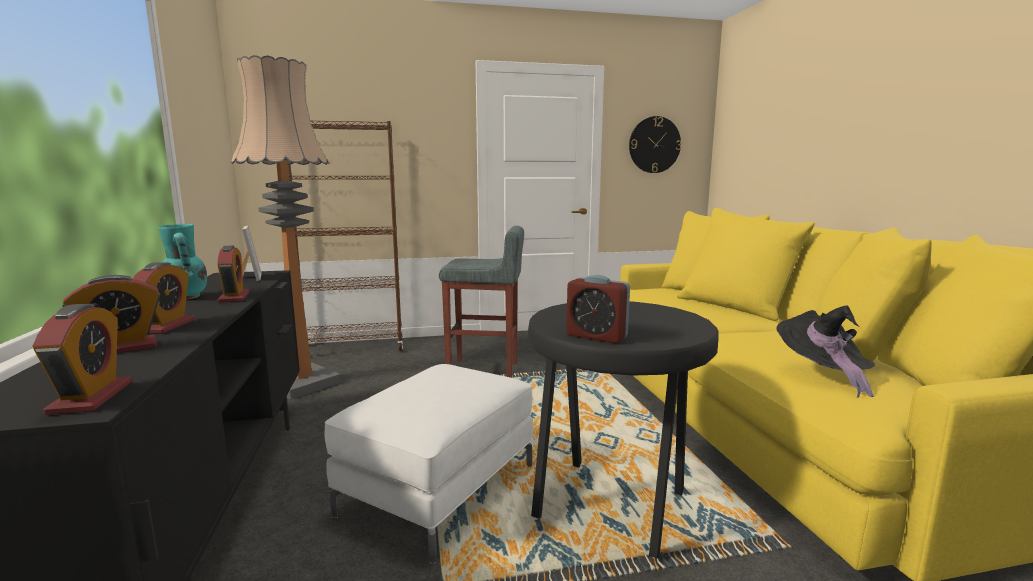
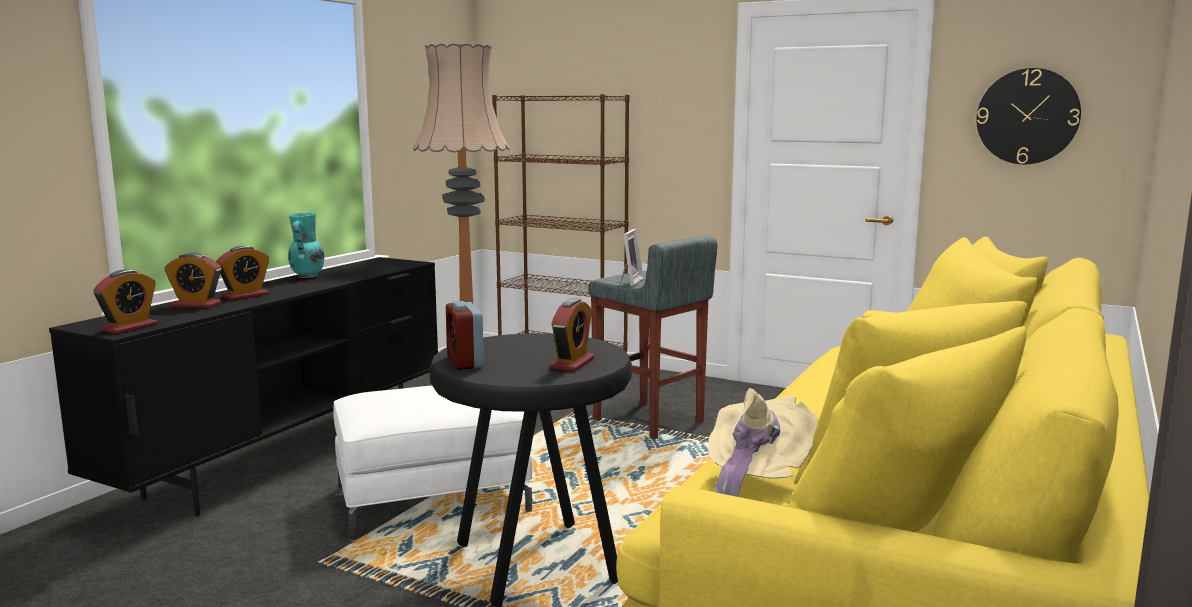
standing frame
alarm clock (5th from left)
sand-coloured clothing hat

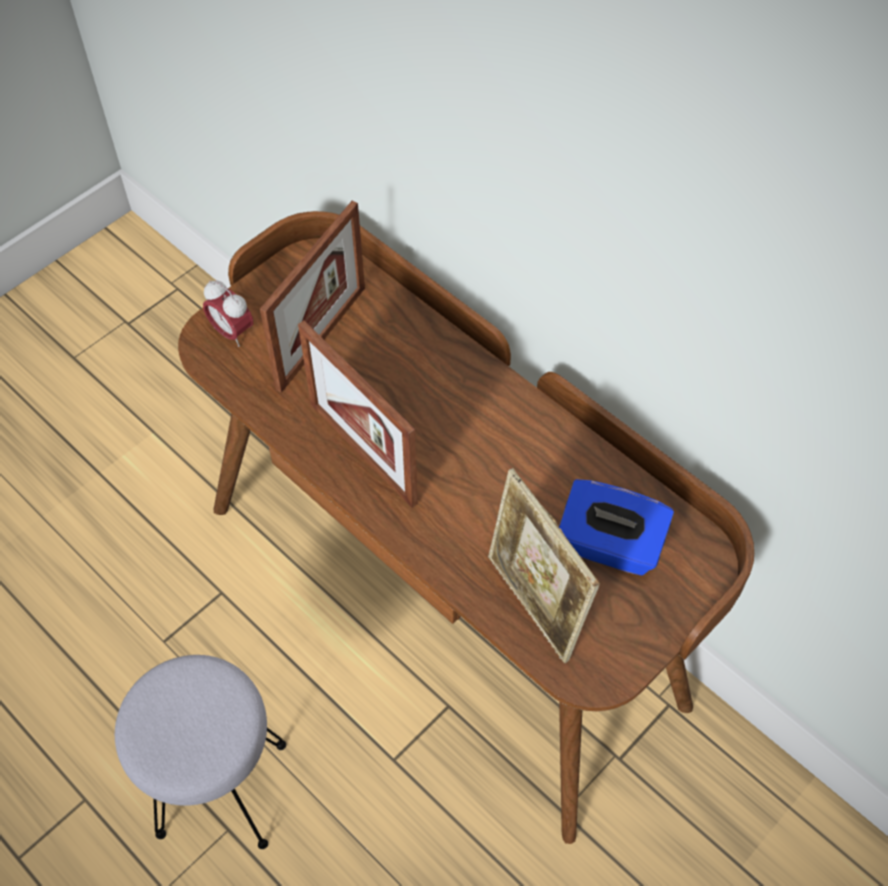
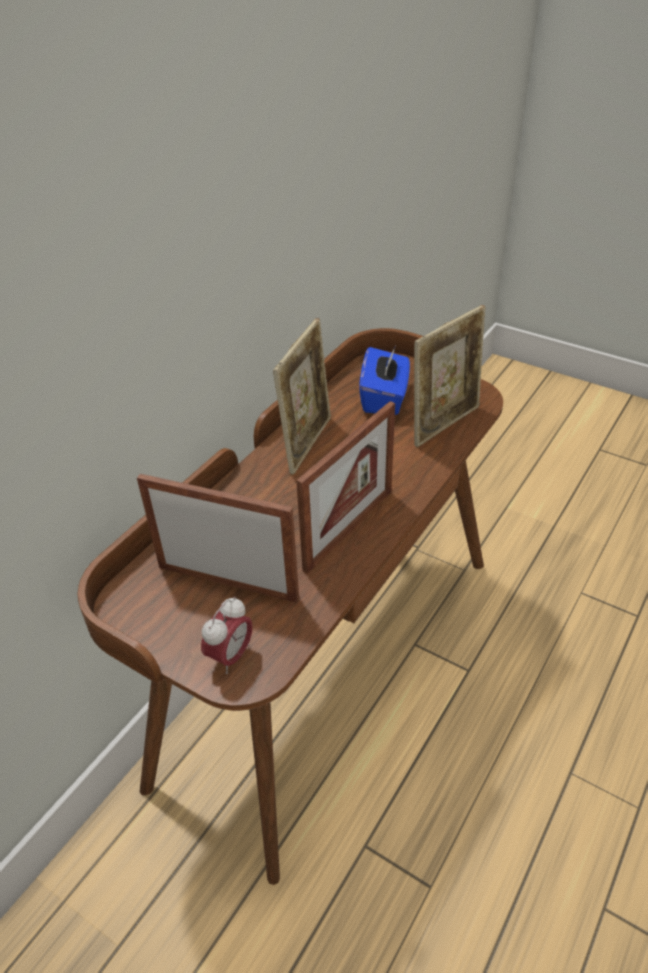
gray stool seat
standing frame (2nd from left)

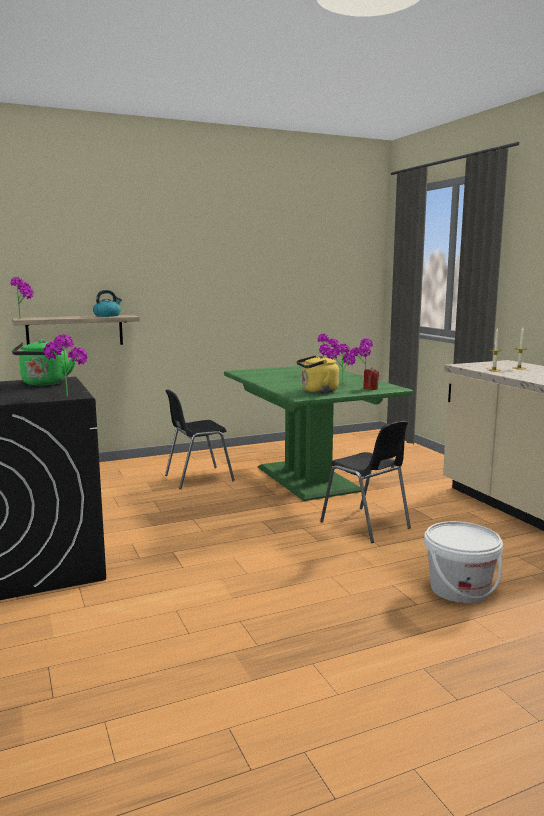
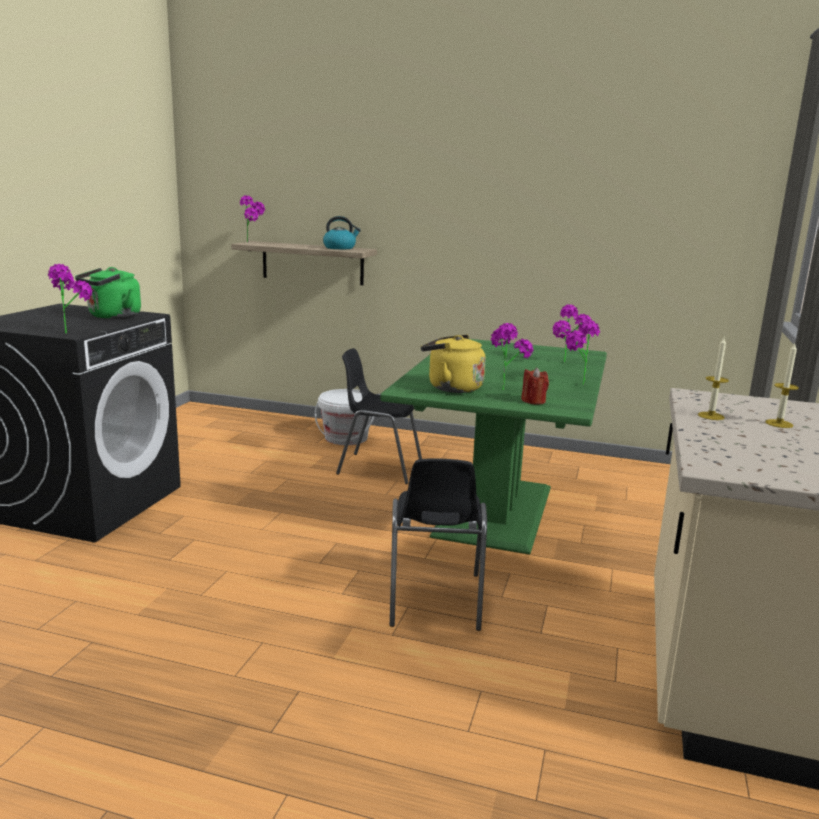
whitish bucket

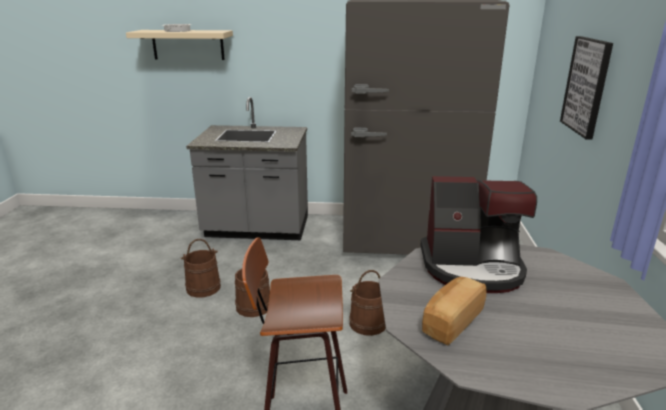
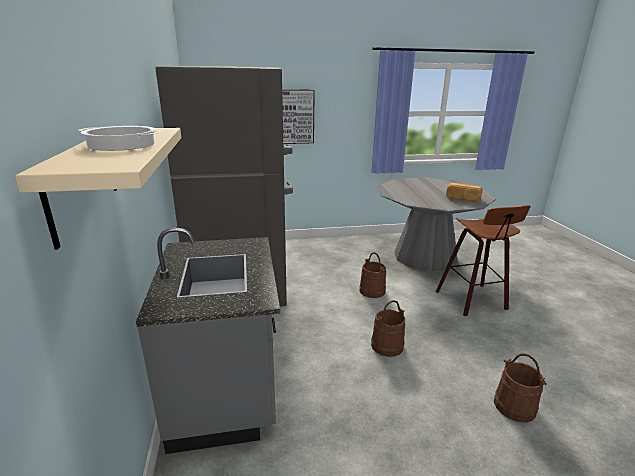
coffee machine
brown bucket (3rd from left)

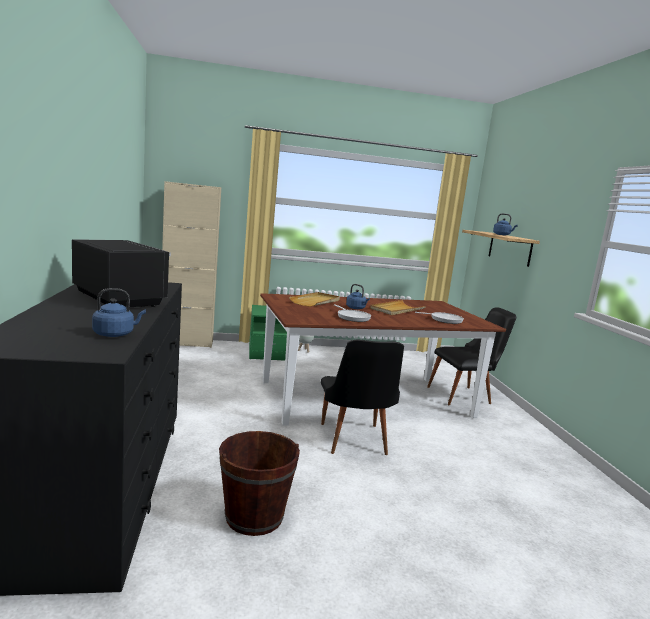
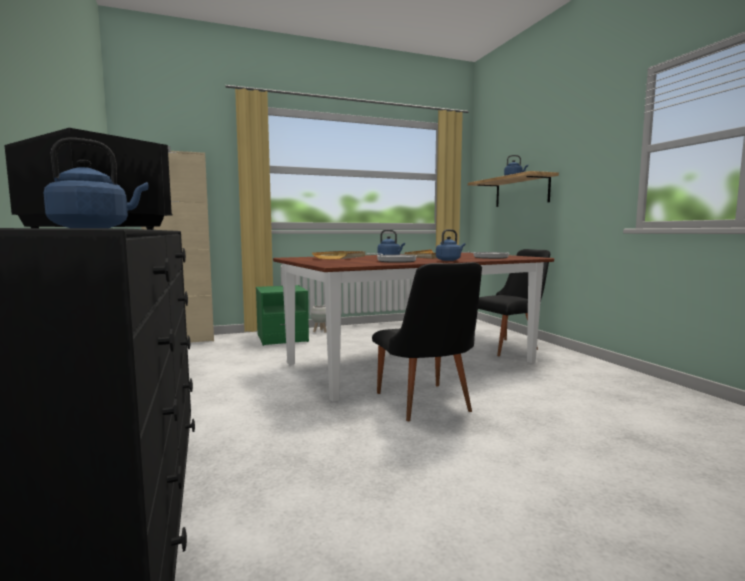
brown bucket
blue tea kettle (3rd from left)

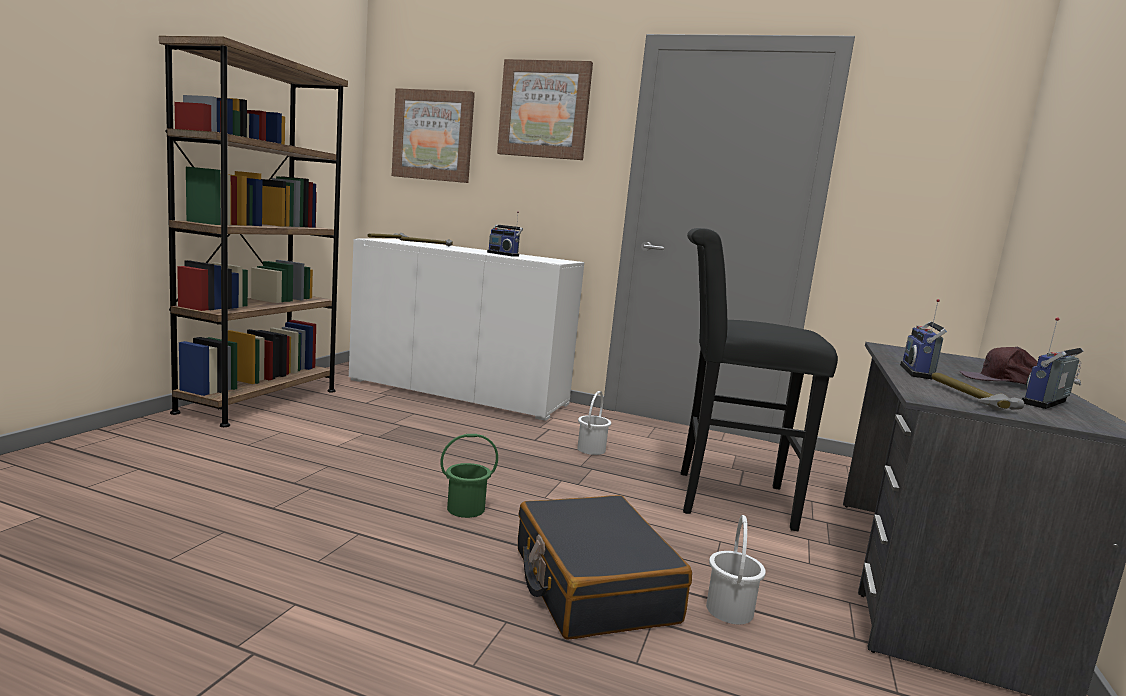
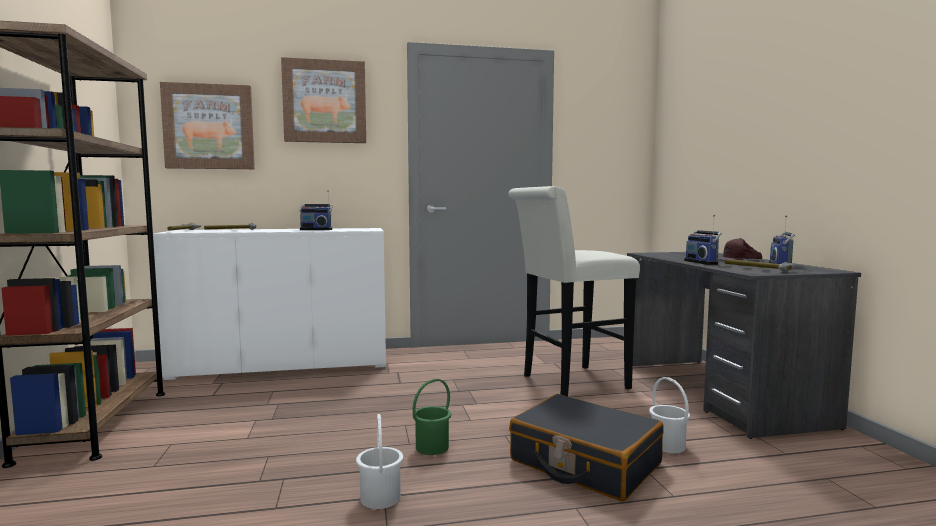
whitish stool seat
whitish bucket (1st from left)

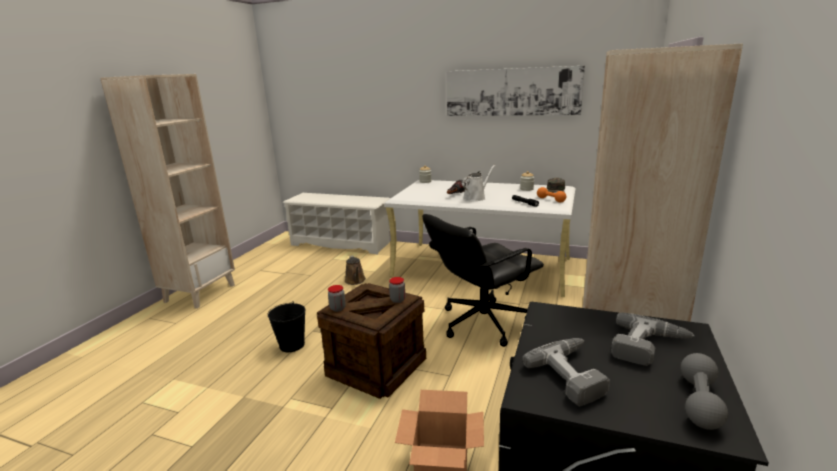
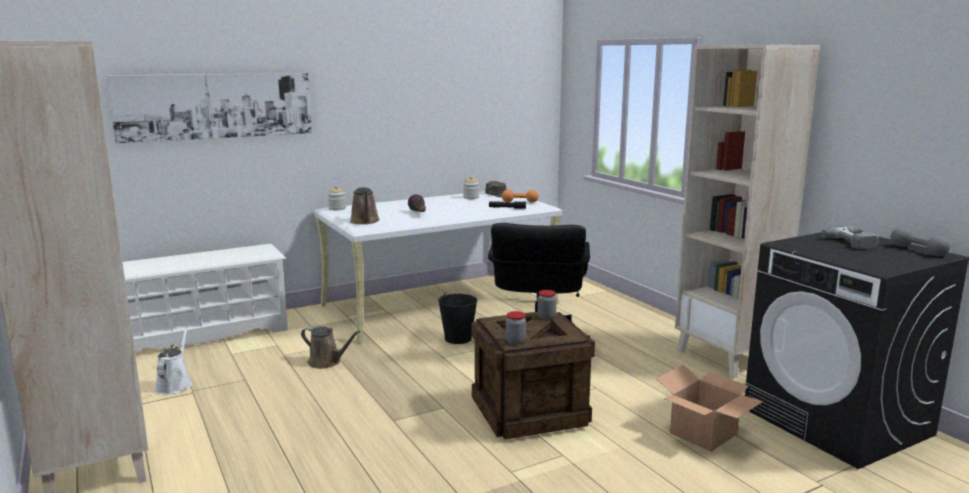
picture
whitish sprinkling can
black-coloured bucket
electric drill (1st from left in the first image)
brown sprinkling can (2nd from left)

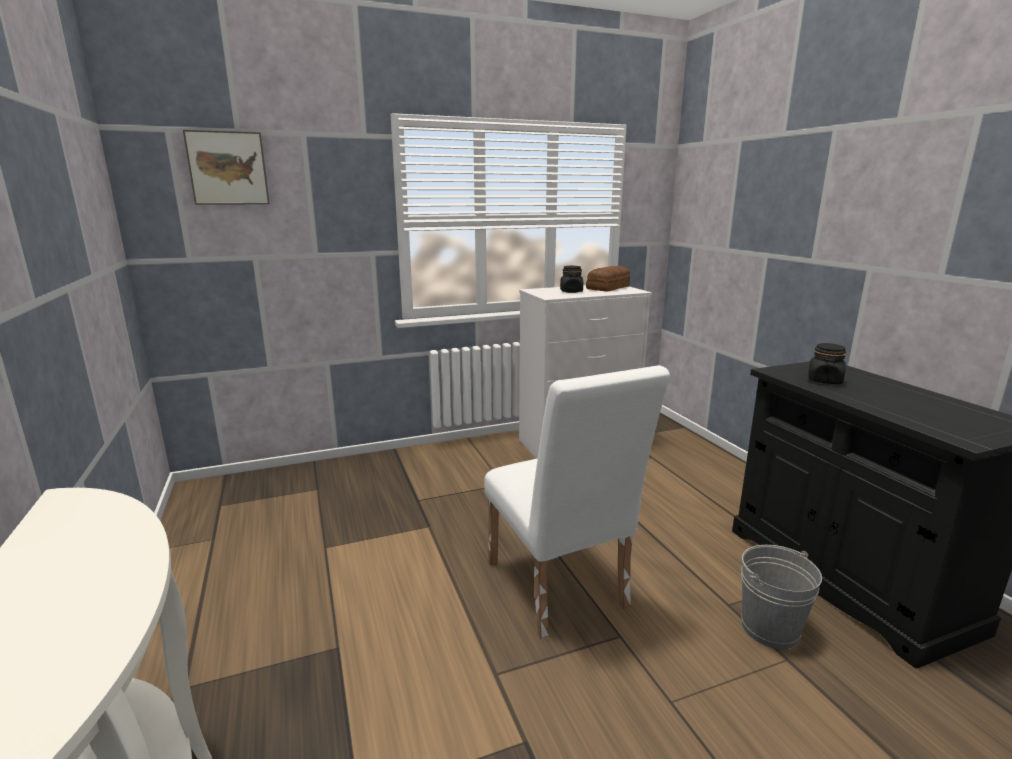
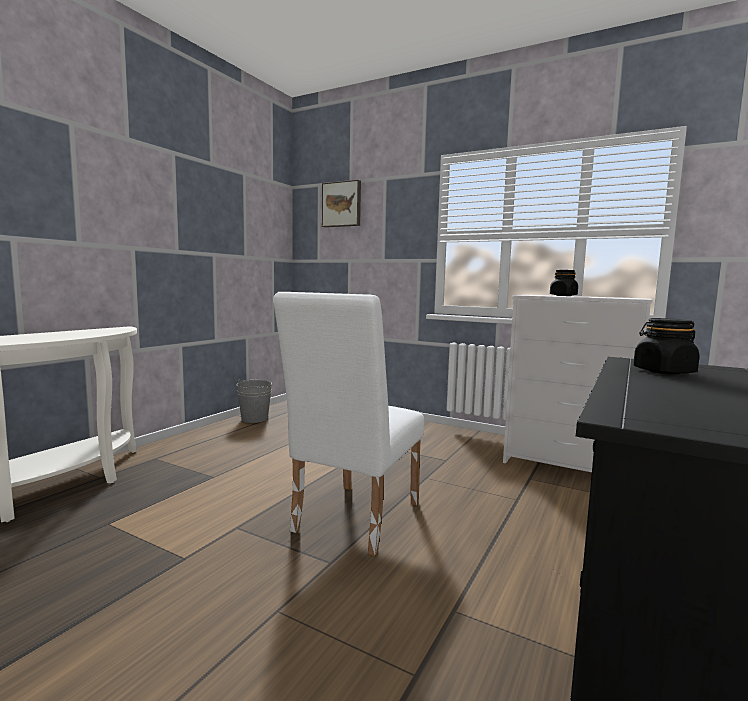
bakery bread
gray bucket

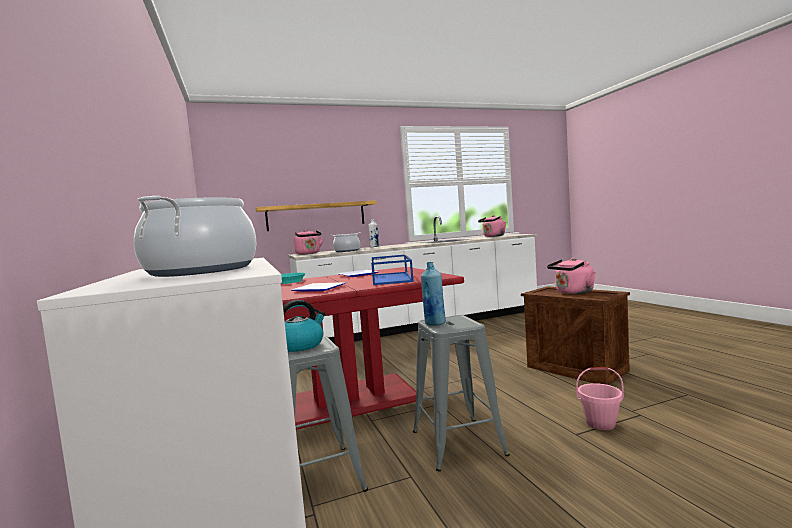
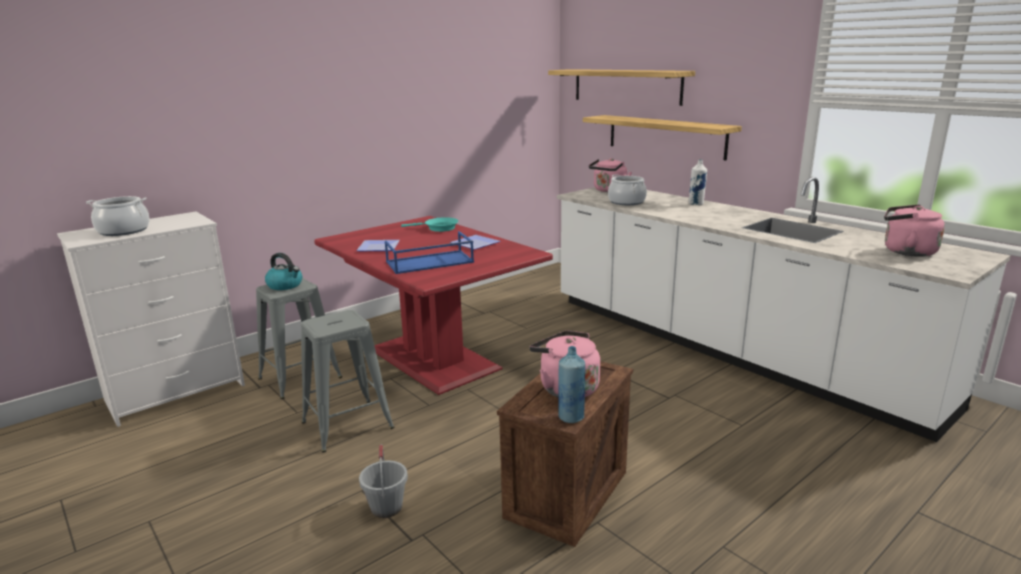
blue bottle
gray bucket
shelf (1st from left)

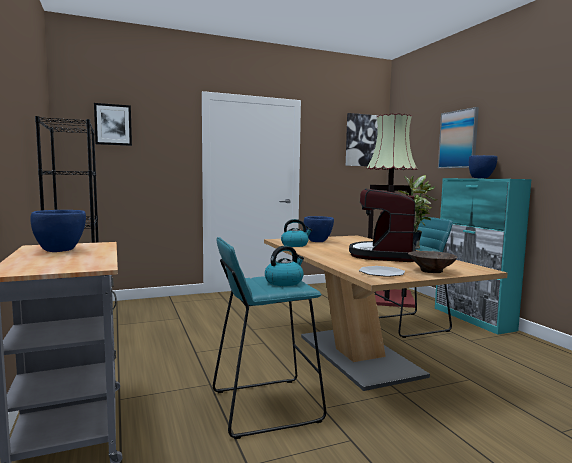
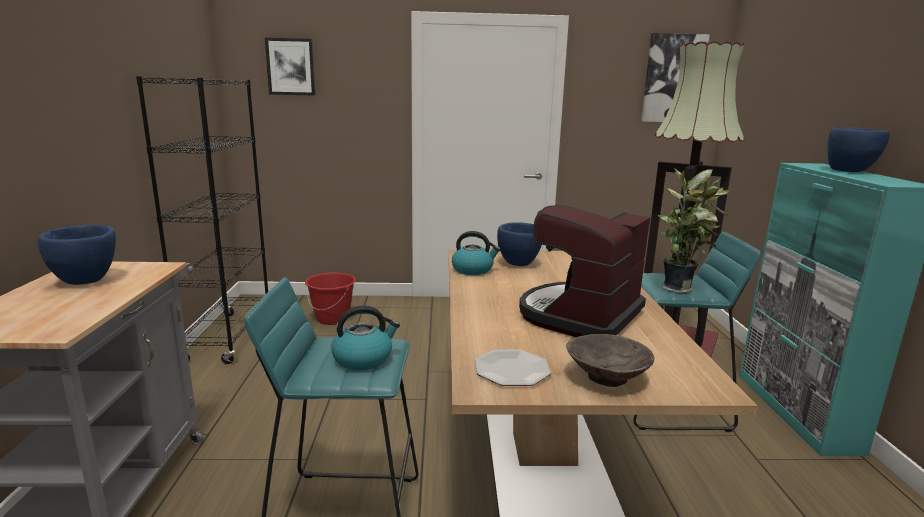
picture (3rd from left in the first image)
reddish bucket

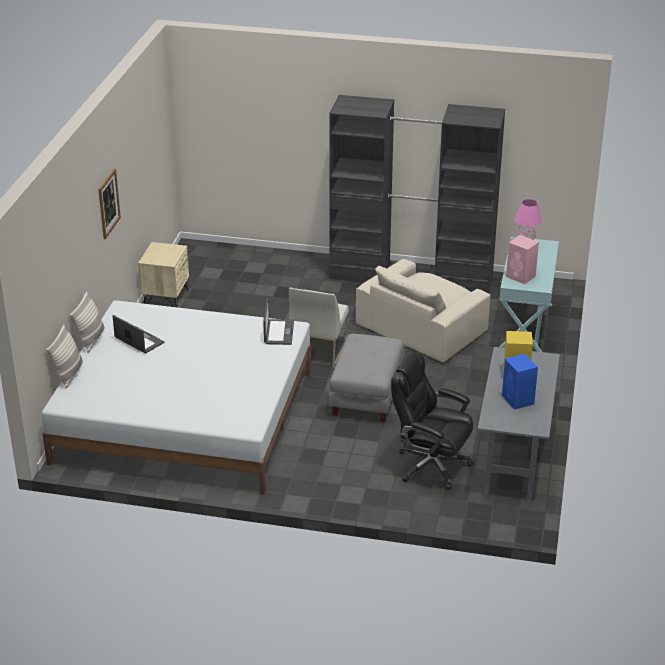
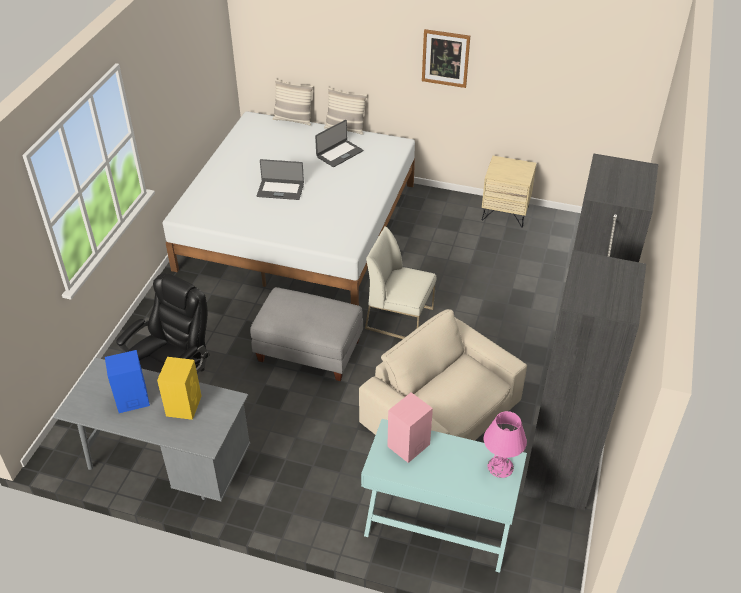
notebook computer (1st from left)

